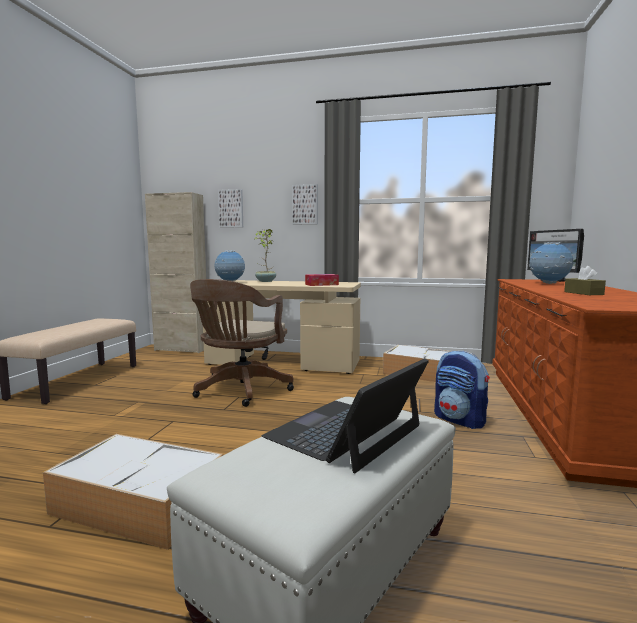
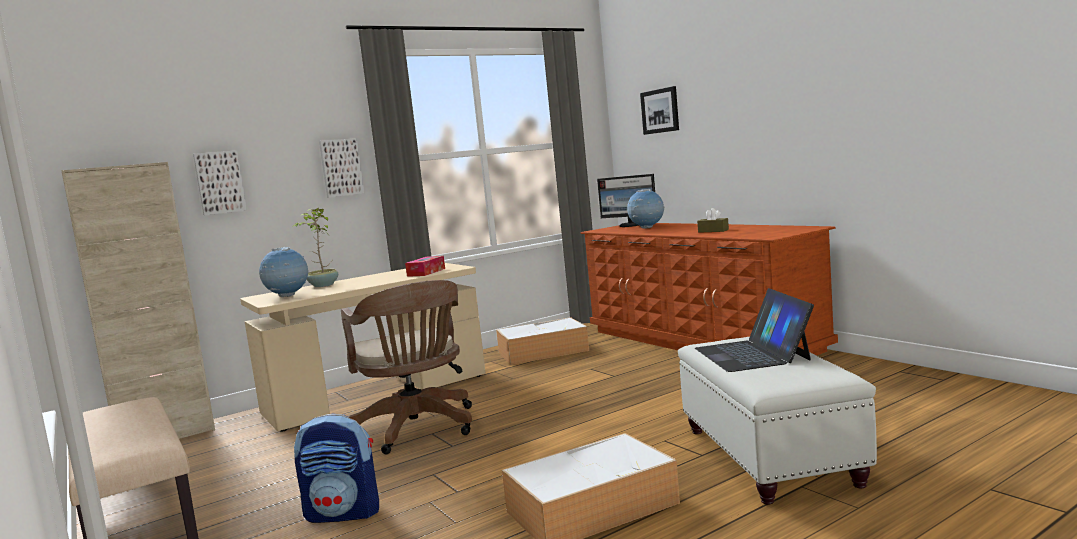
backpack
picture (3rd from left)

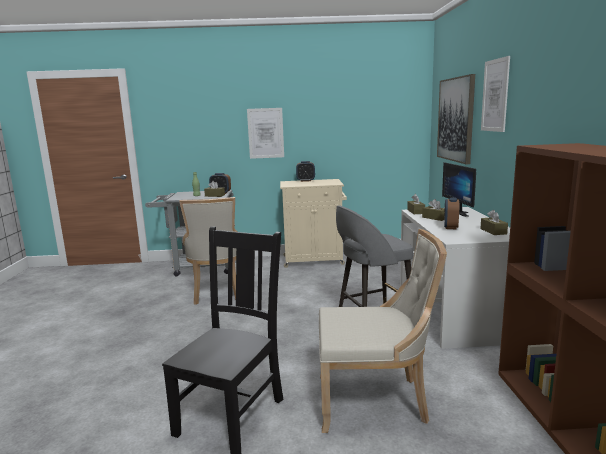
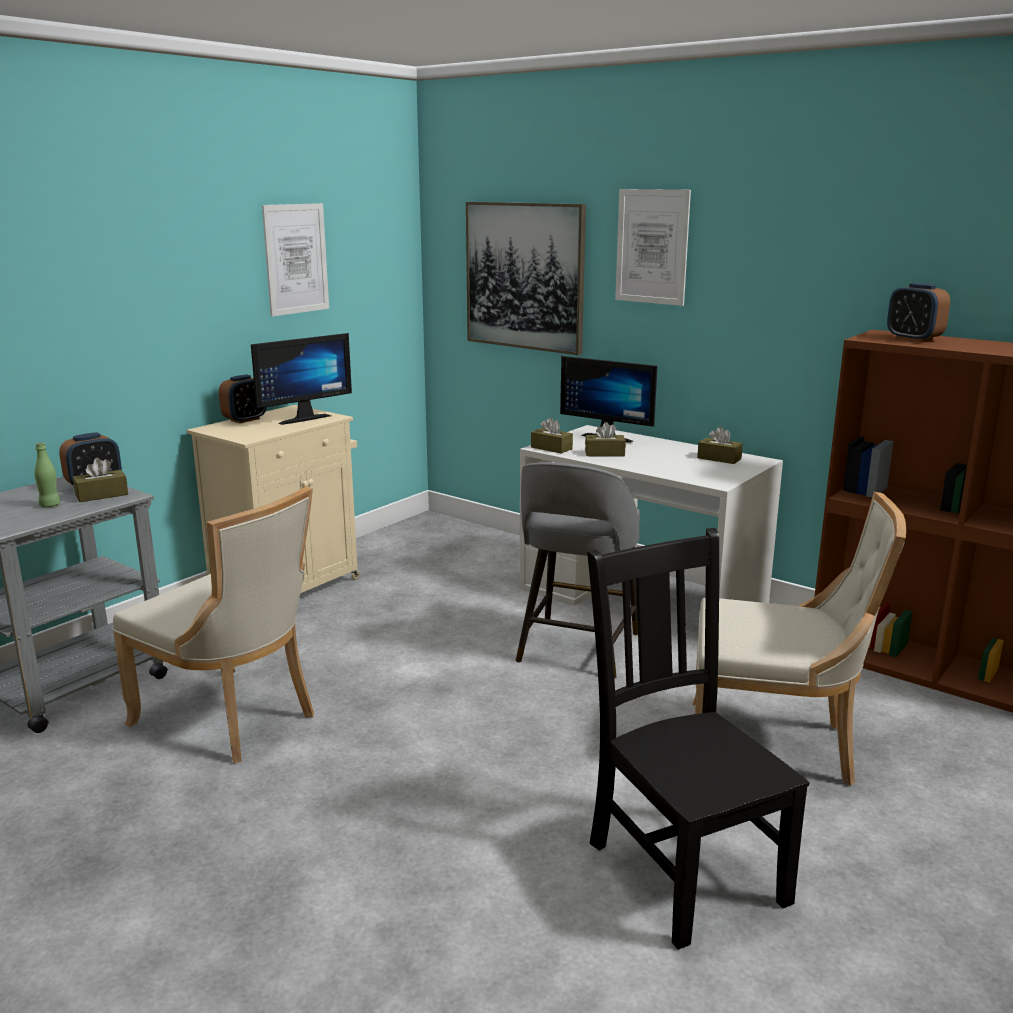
picture (1st from left)
alarm clock (3rd from left)
sand-coloured plain chair (2nd from left)
computer screen (1st from left)

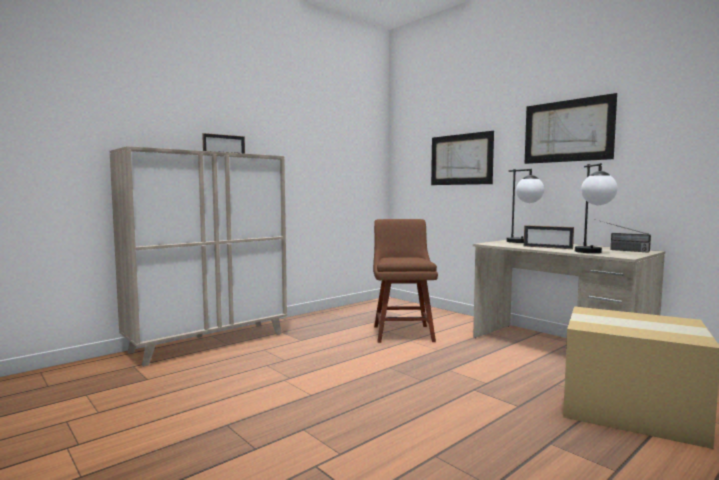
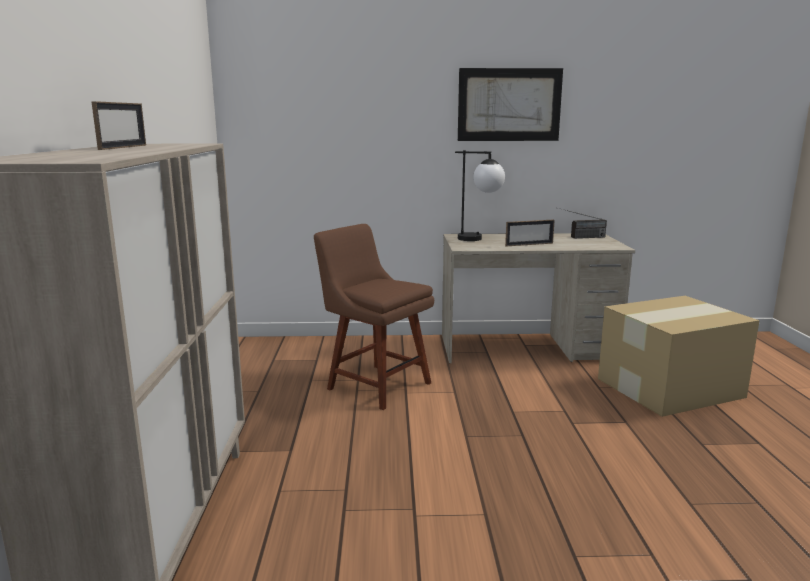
picture (1st from left in the first image)
table lamp (2nd from left in the first image)

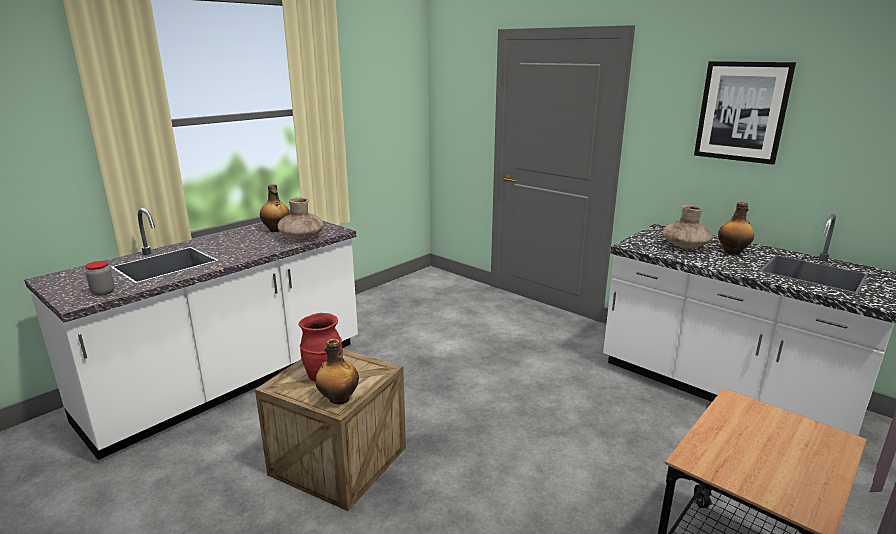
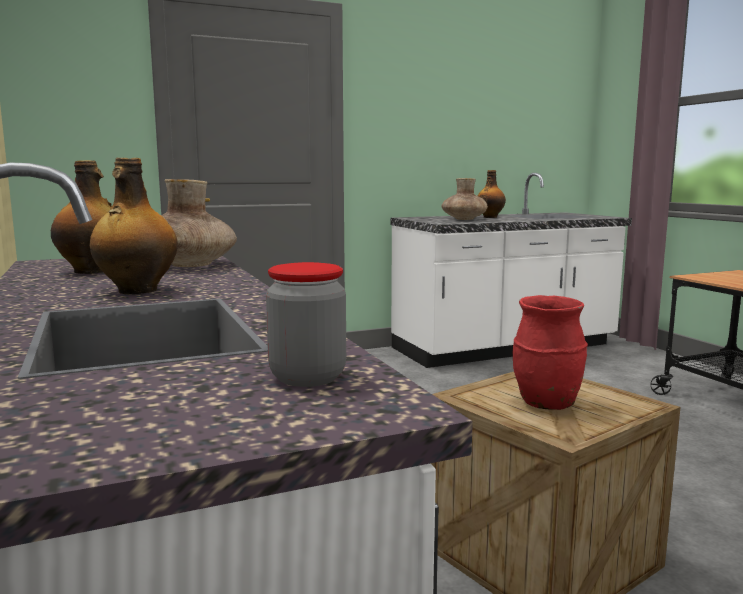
picture
bottle (2nd from left)

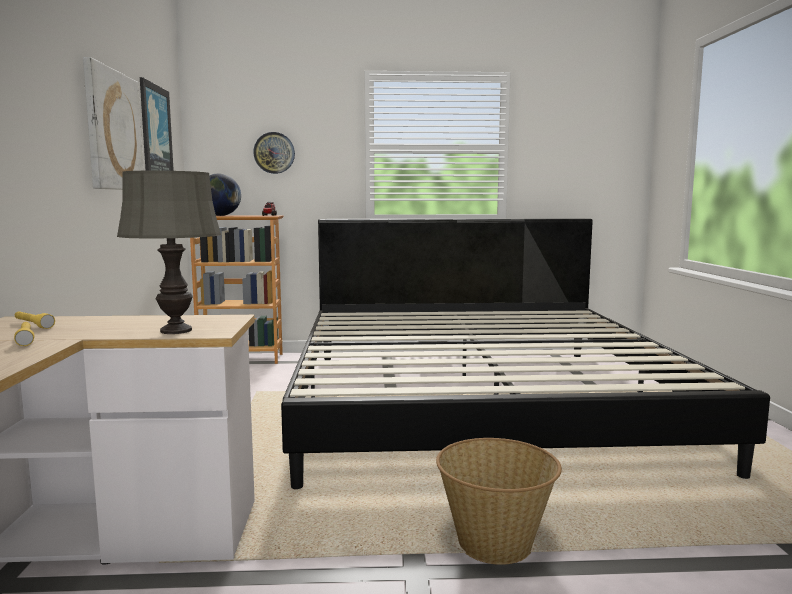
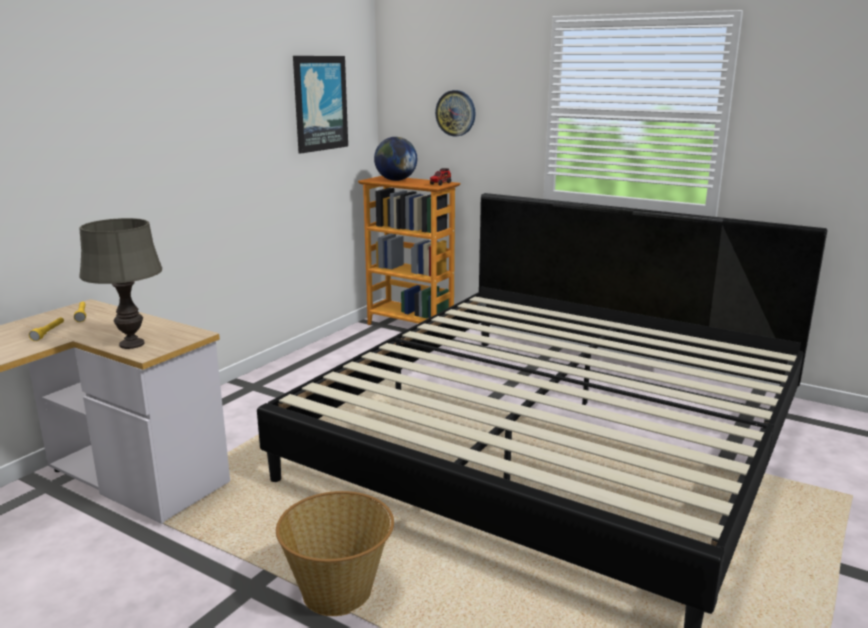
picture (1st from left in the first image)

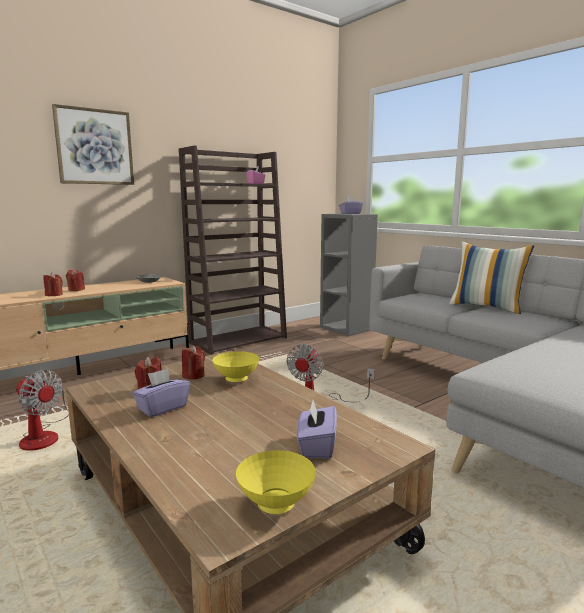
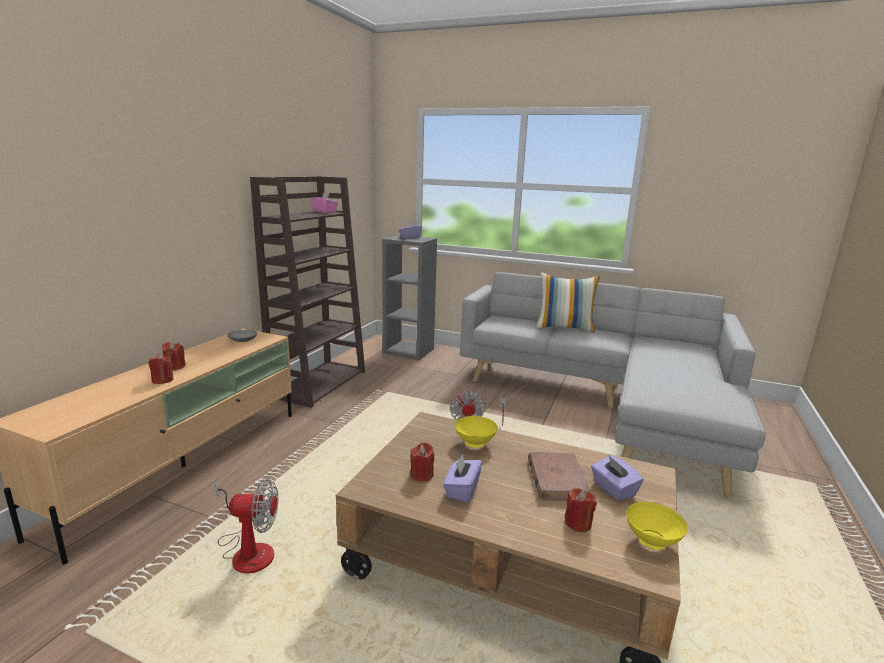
picture
reddish wax candle (4th from left)
brown bound book

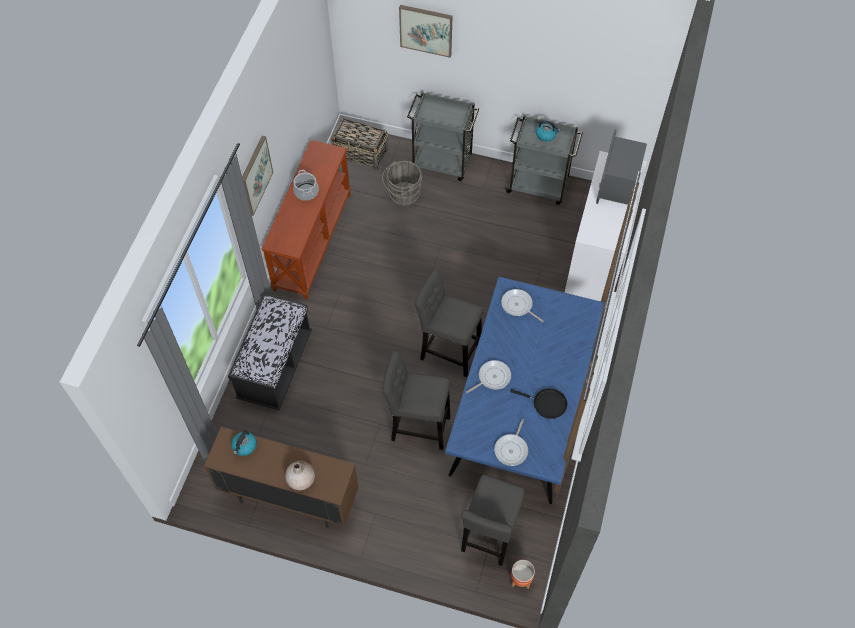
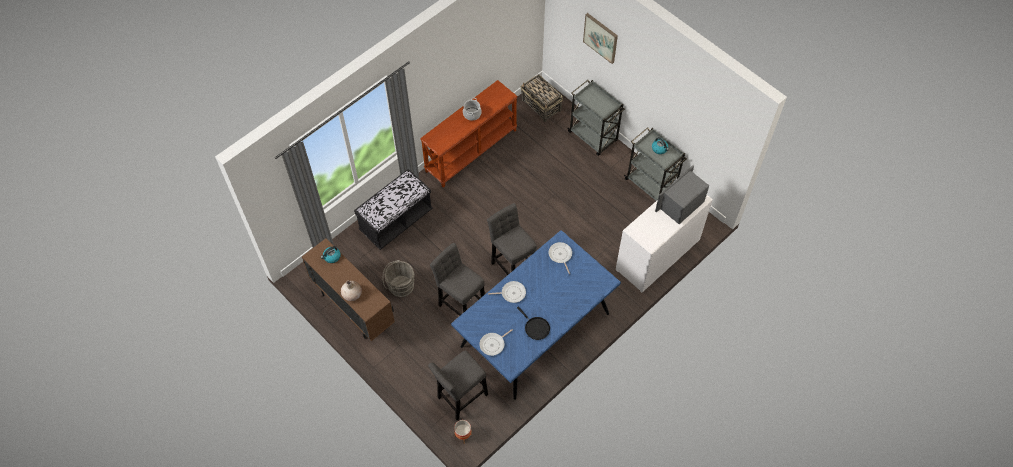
picture (1st from left in the first image)
gray bucket

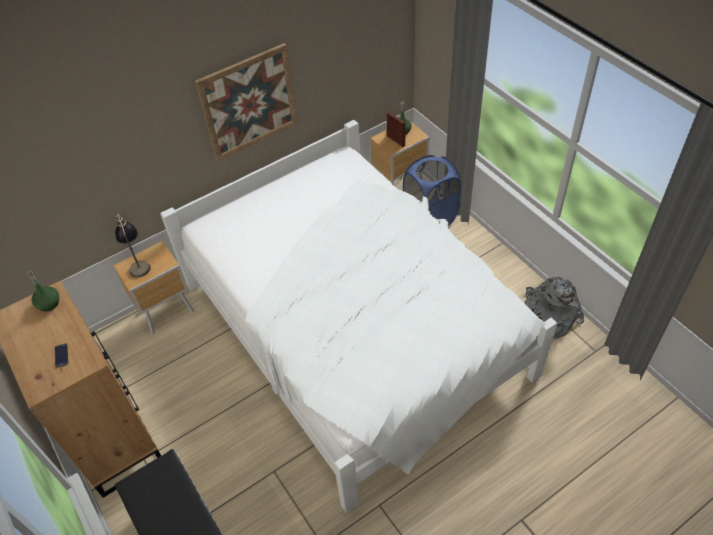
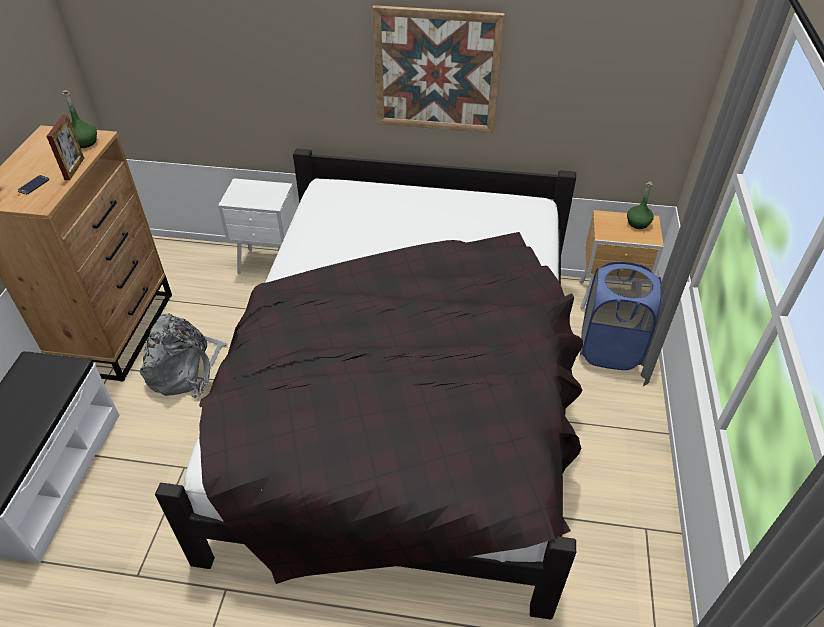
standing frame
black-coloured bedroom bed
table lamp
whitish bedside table
gray backpack

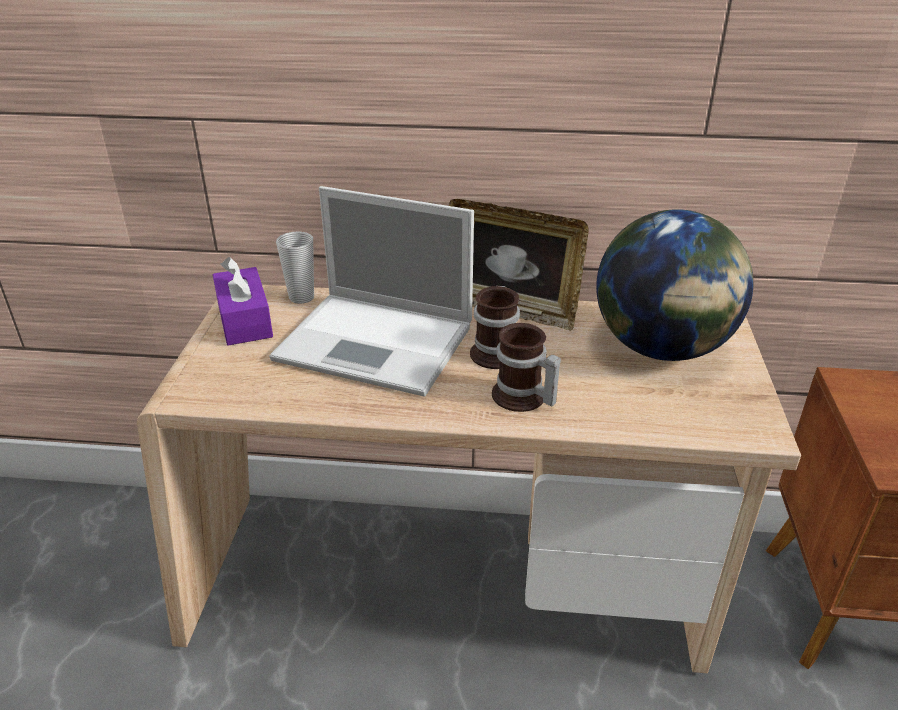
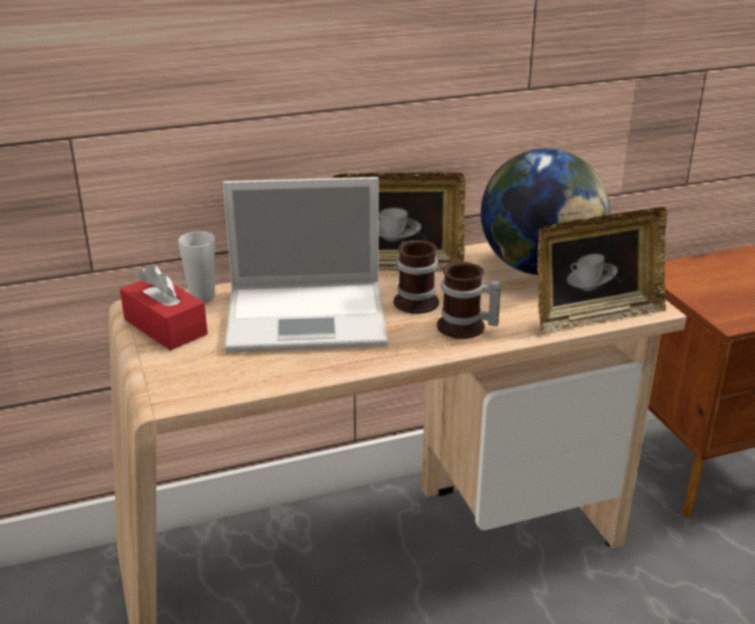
reddish box of tissues
standing frame (2nd from left)

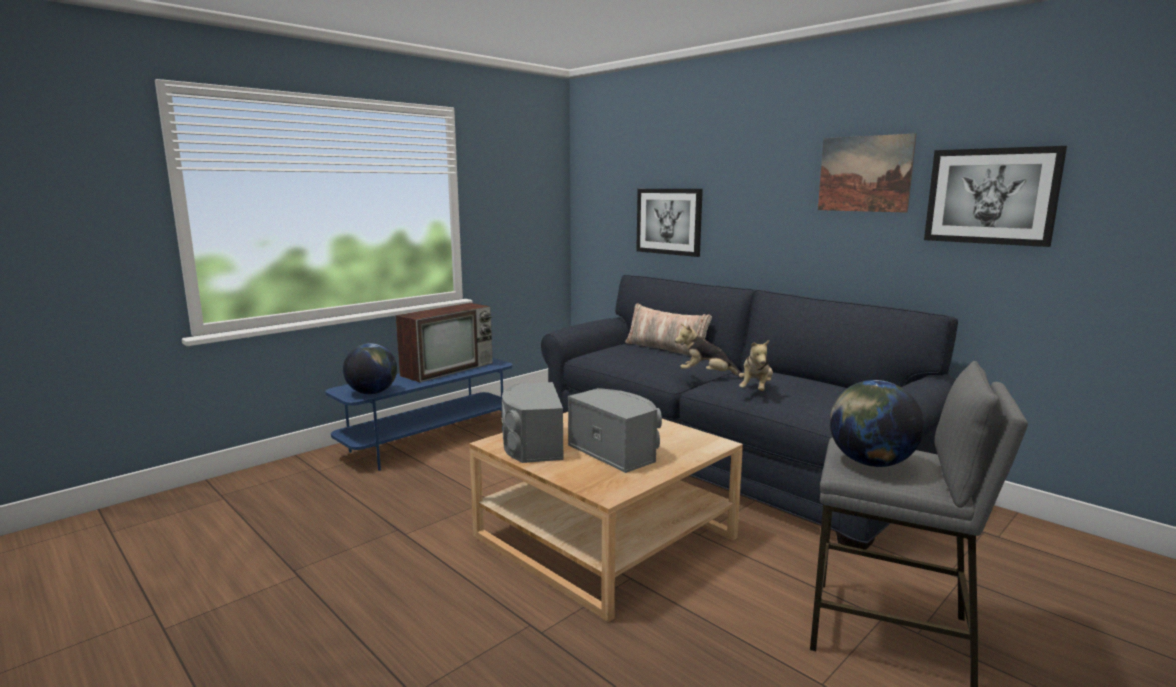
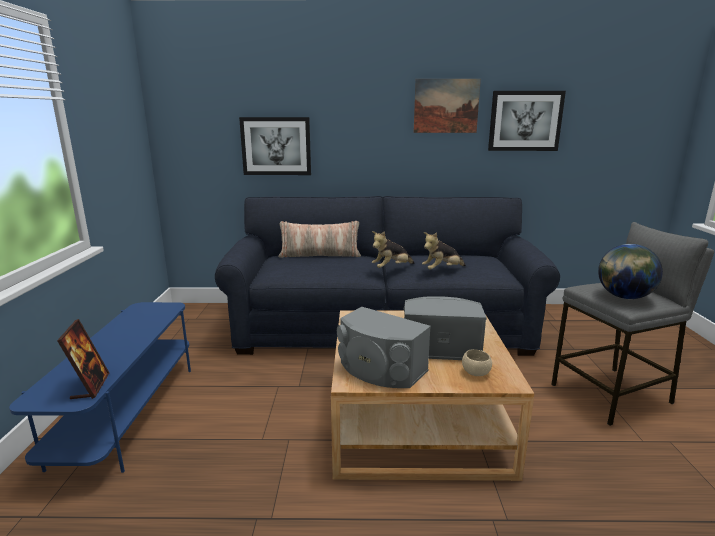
TV
cuddly toy (2nd from left)
standing frame
sand-coloured bowl

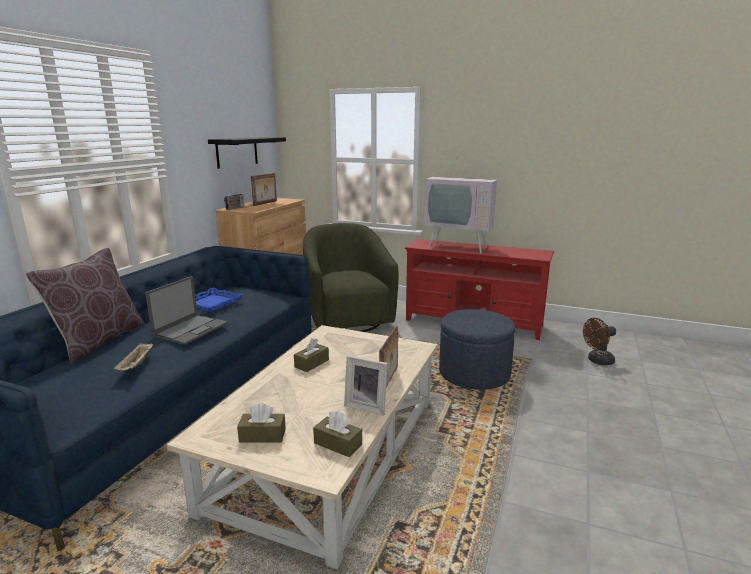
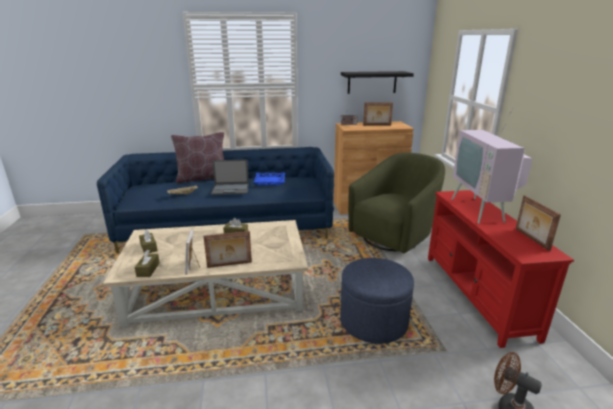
standing frame (4th from left)

